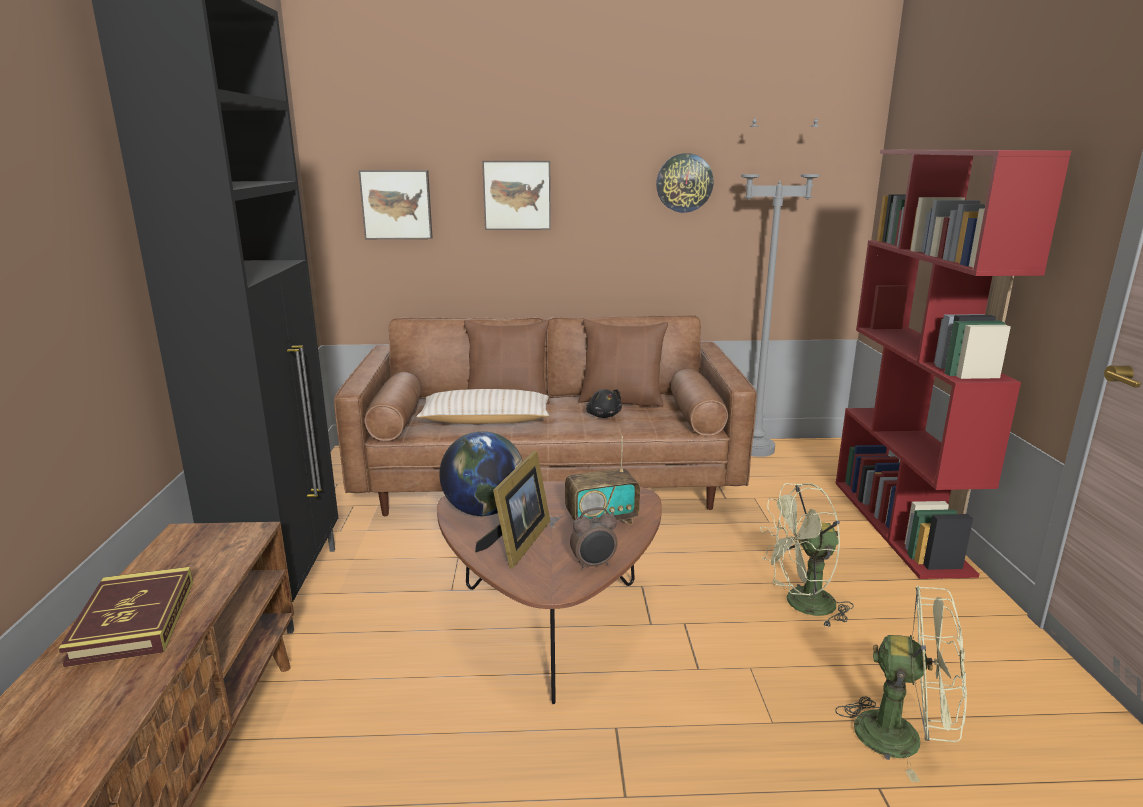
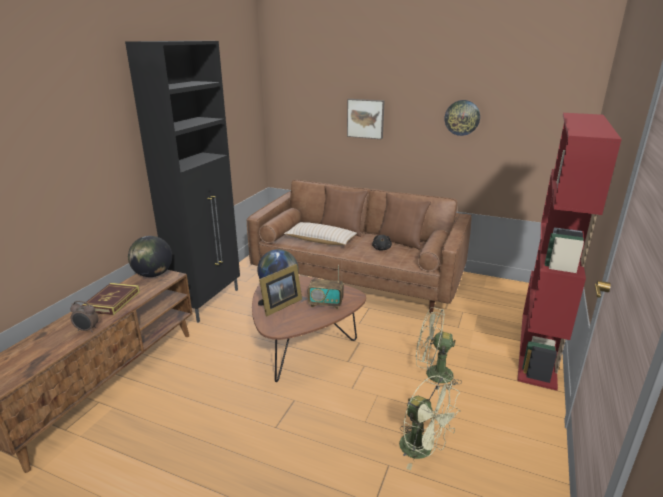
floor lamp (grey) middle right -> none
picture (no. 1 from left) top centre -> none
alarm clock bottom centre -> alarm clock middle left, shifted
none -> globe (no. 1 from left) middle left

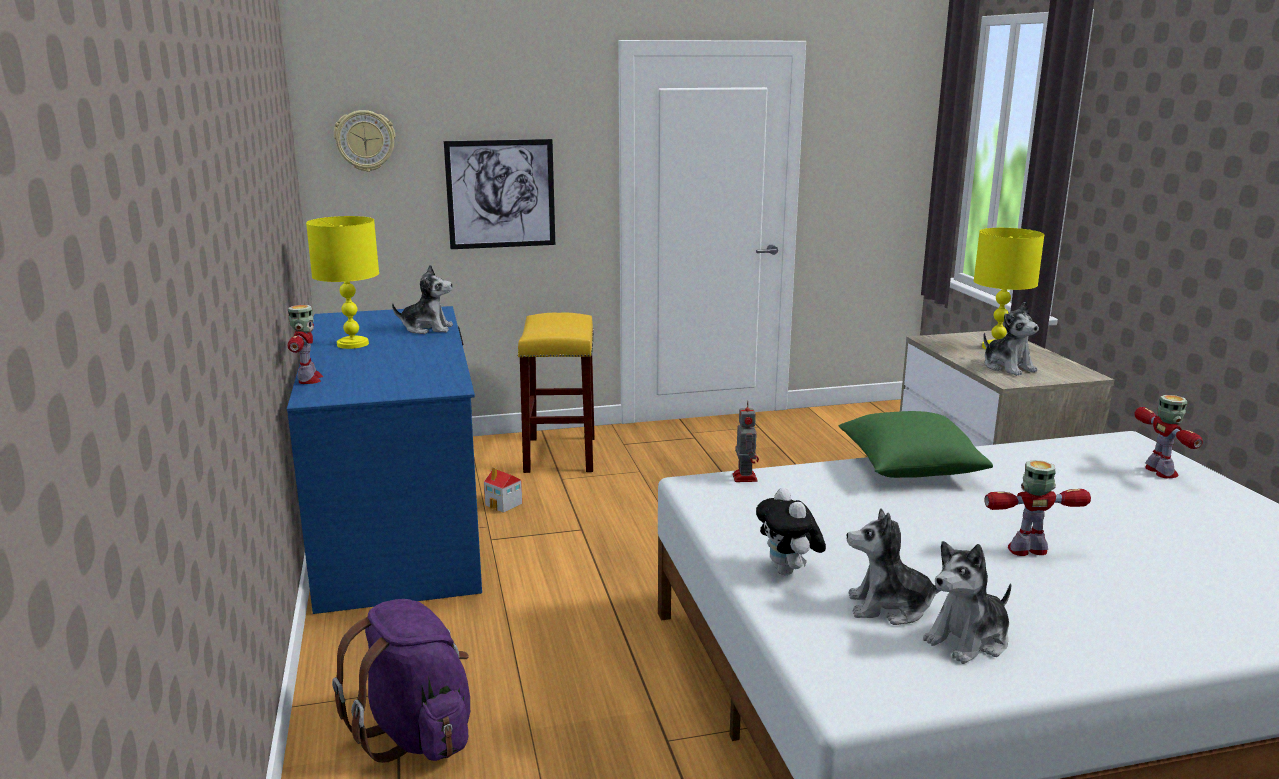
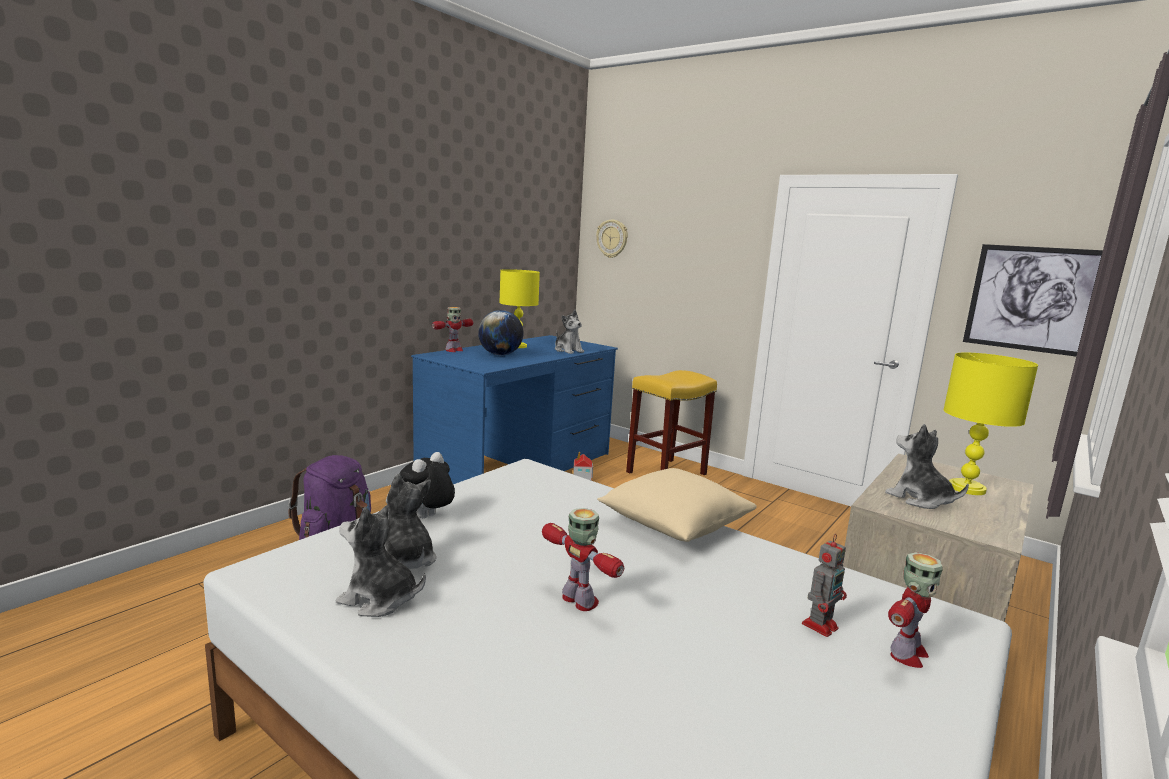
picture top centre -> picture middle right, shifted
plush toy (no. 5 from left) middle right, 120 degrees clockwise
toy robot (no. 2 from left in the first image) centre -> toy robot (no. 3 from left) bottom right, shifted
pillow (green) middle right -> pillow (beige) centre
none -> globe centre

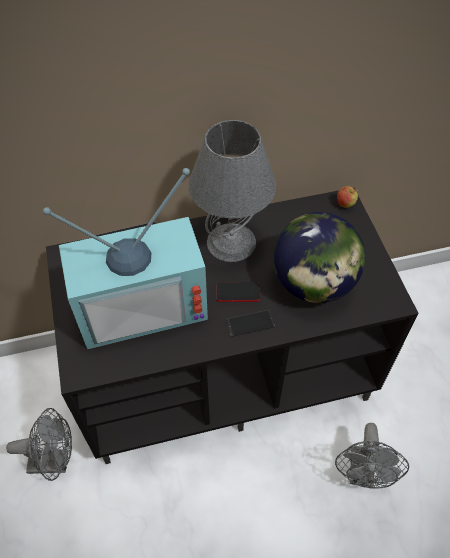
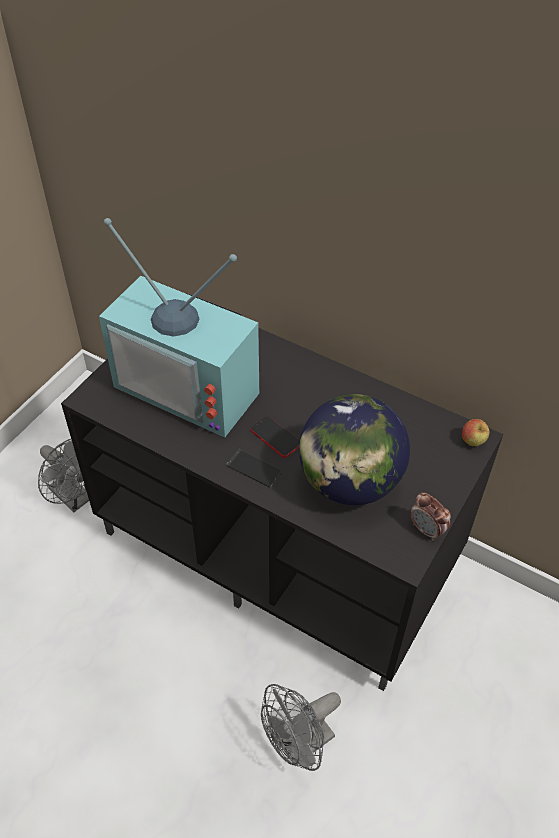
table lamp (grey) centre -> none
none -> alarm clock middle right

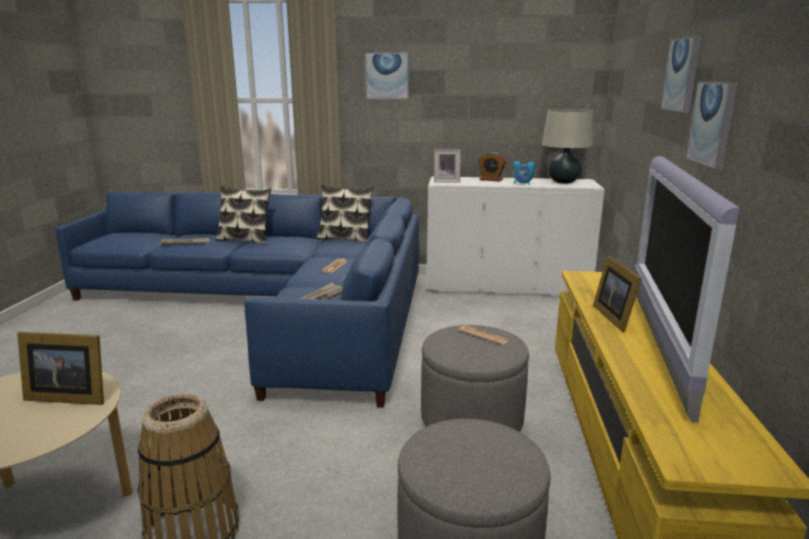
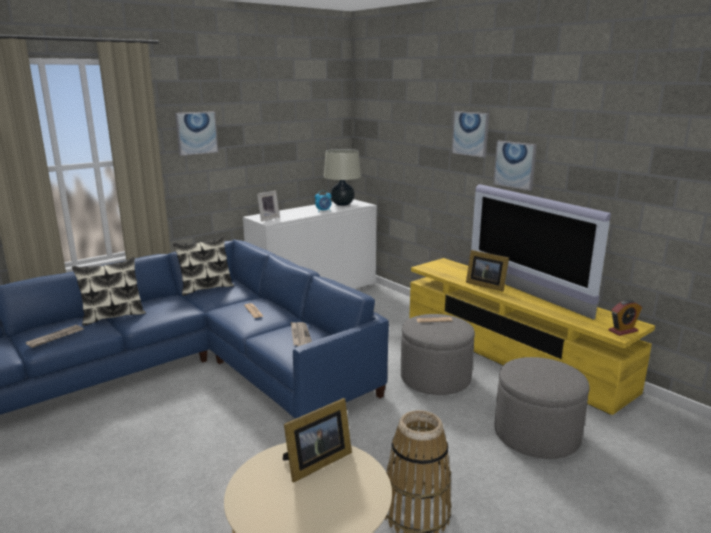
alarm clock (no. 1 from left in the first image) top centre -> alarm clock (no. 2 from left) middle right, shifted

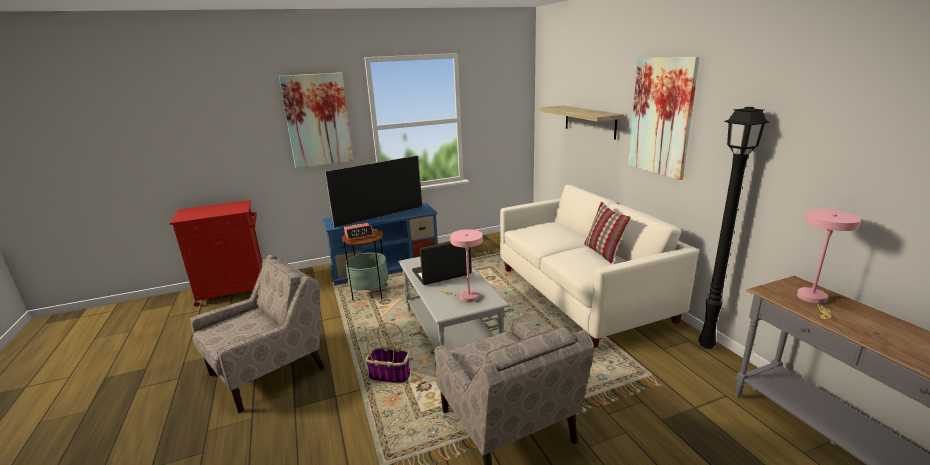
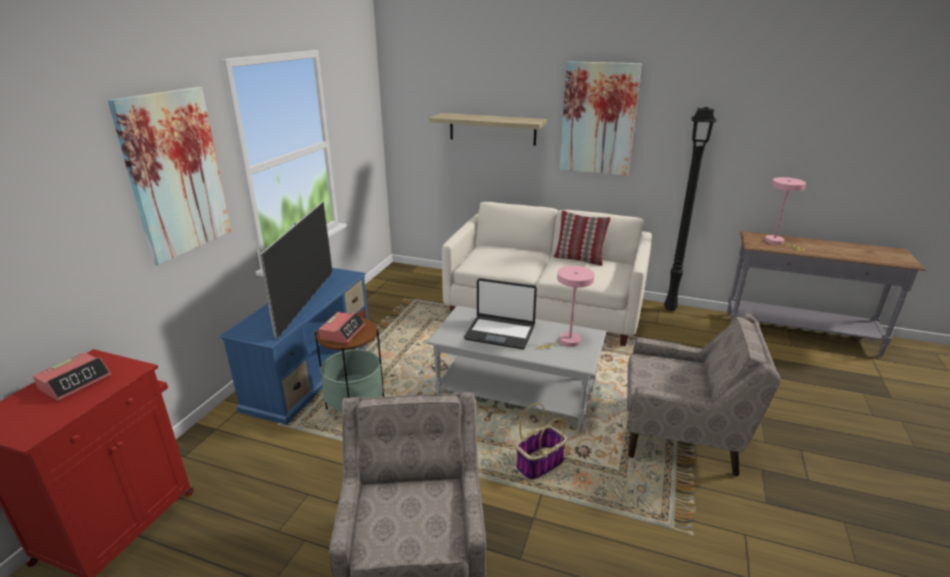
laptop centre, 90 degrees counterclockwise
none -> alarm clock (no. 1 from left) middle left

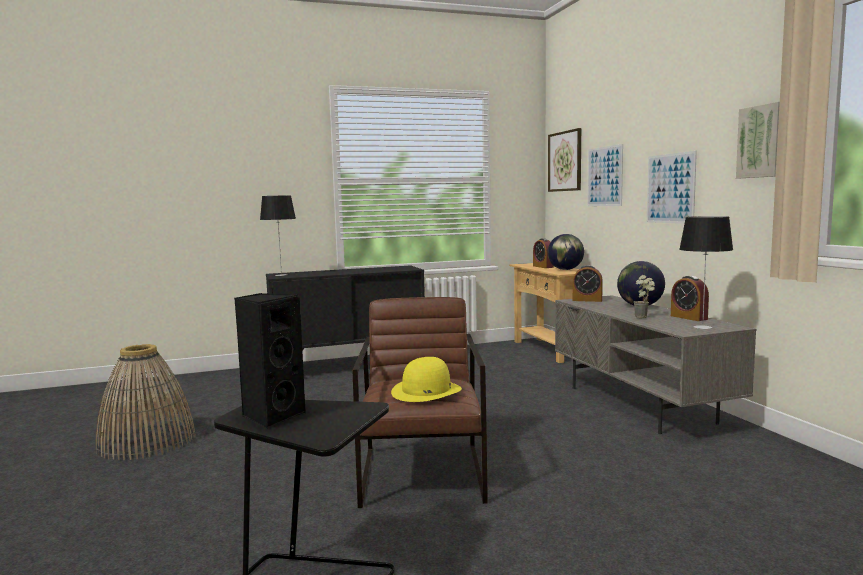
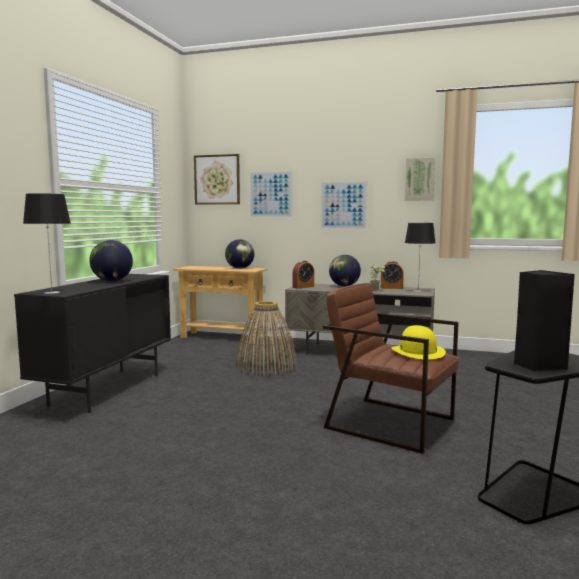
alarm clock (no. 1 from left) centre -> none
basket bottom left -> basket centre, shifted
none -> globe (no. 1 from left) middle left

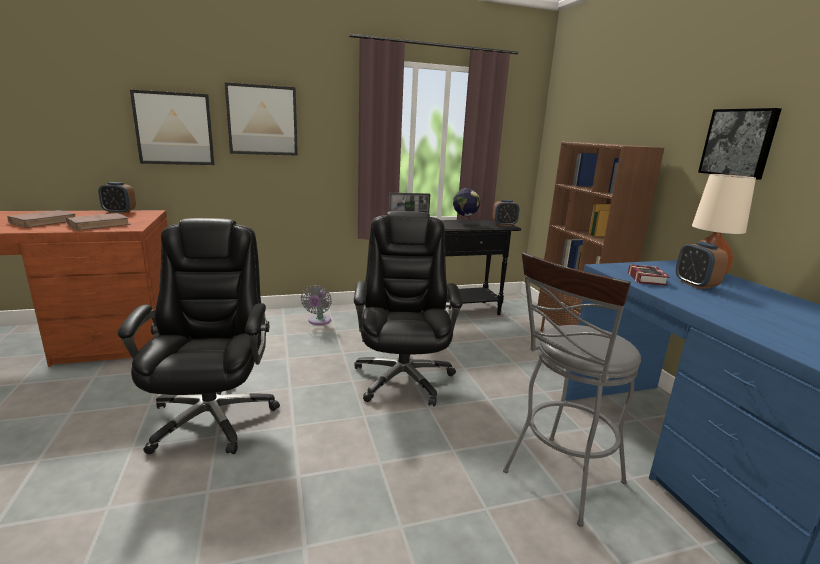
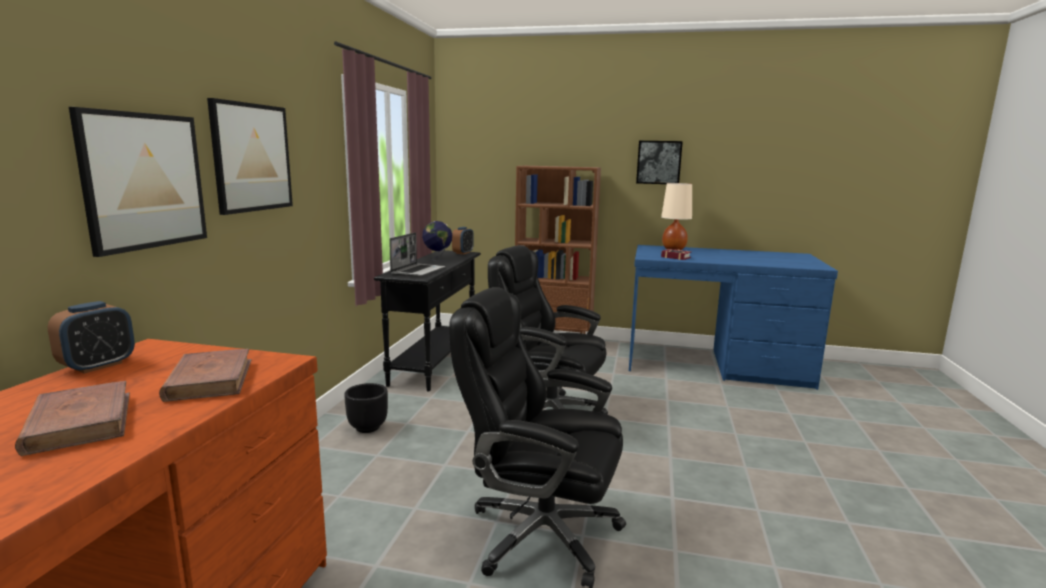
alarm clock (no. 3 from left) middle right -> none
stool (grey) bottom right -> none
fan (grey) centre -> planter (black) bottom centre

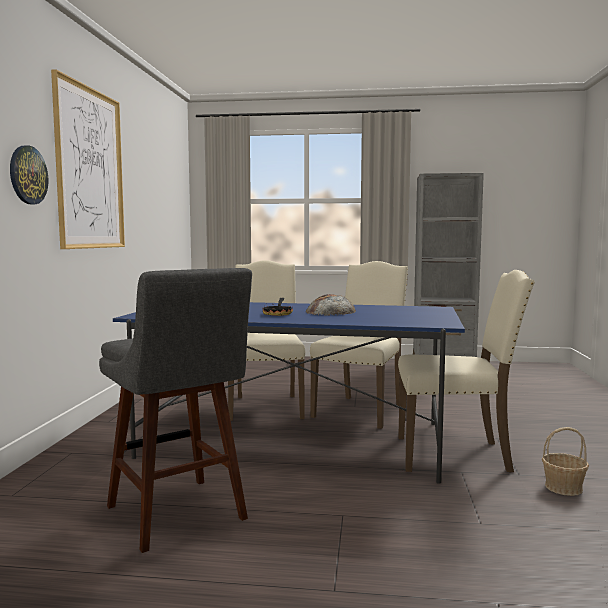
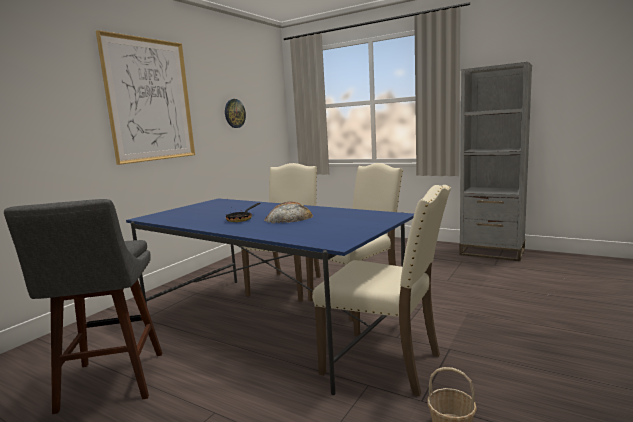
wall clock top left -> wall clock top centre, shifted

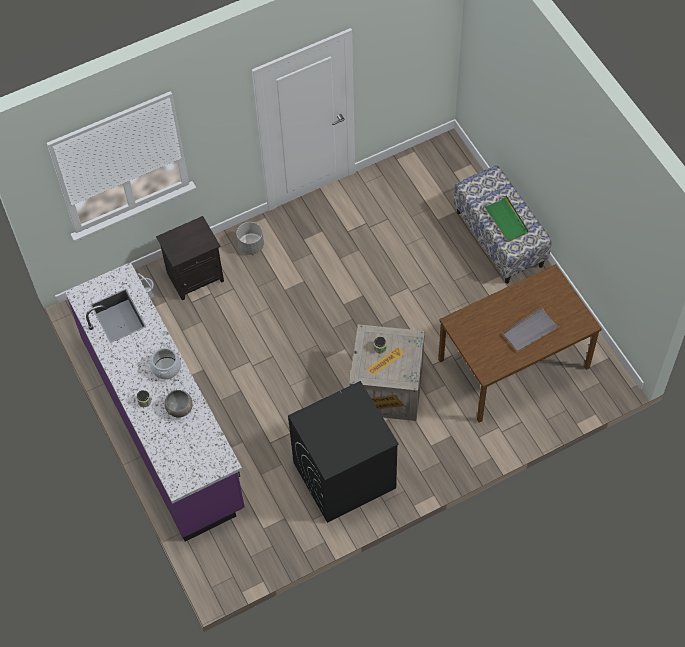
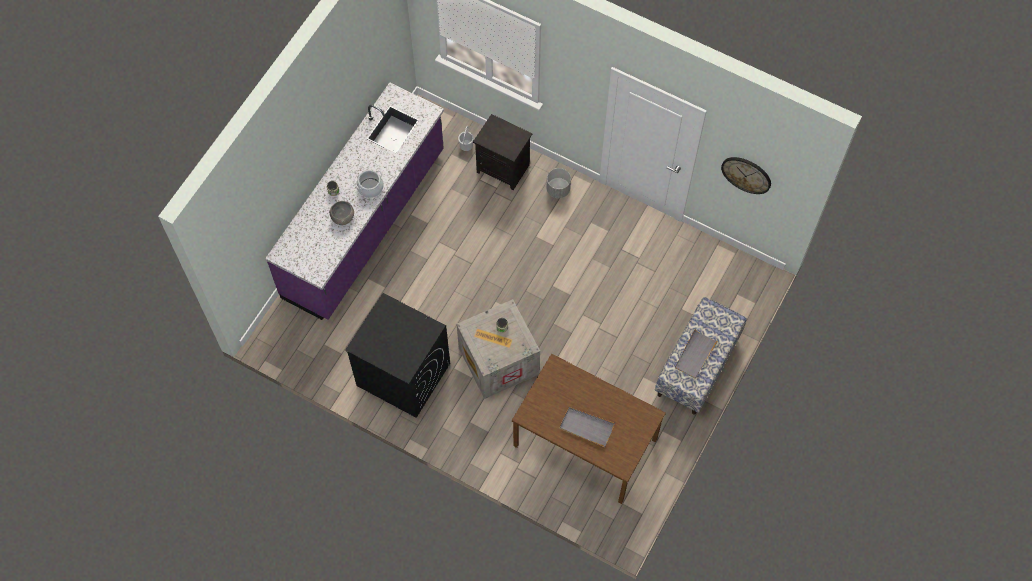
tray (green) middle right -> tray (grey) (no. 2 from left) middle right
none -> wall clock top right

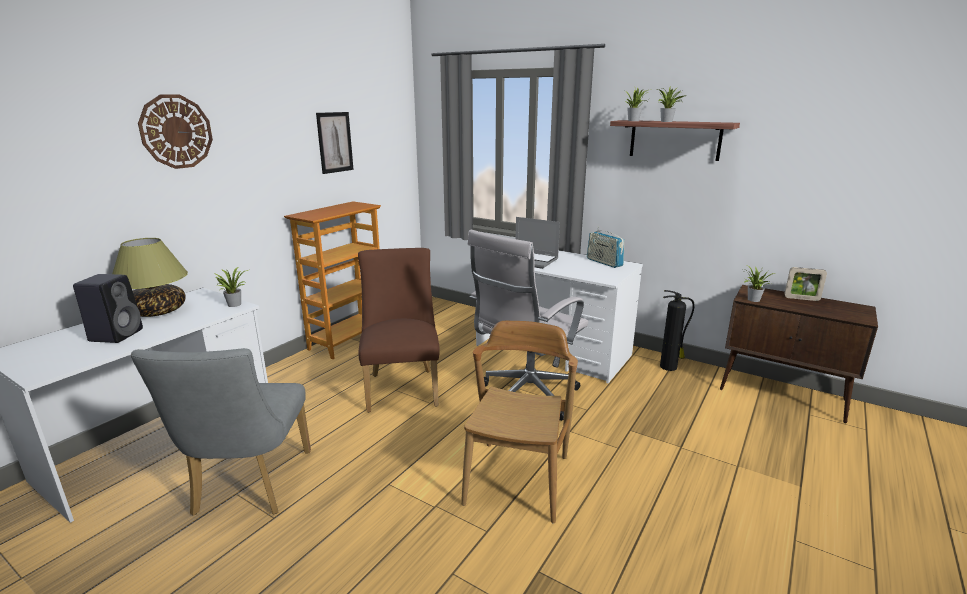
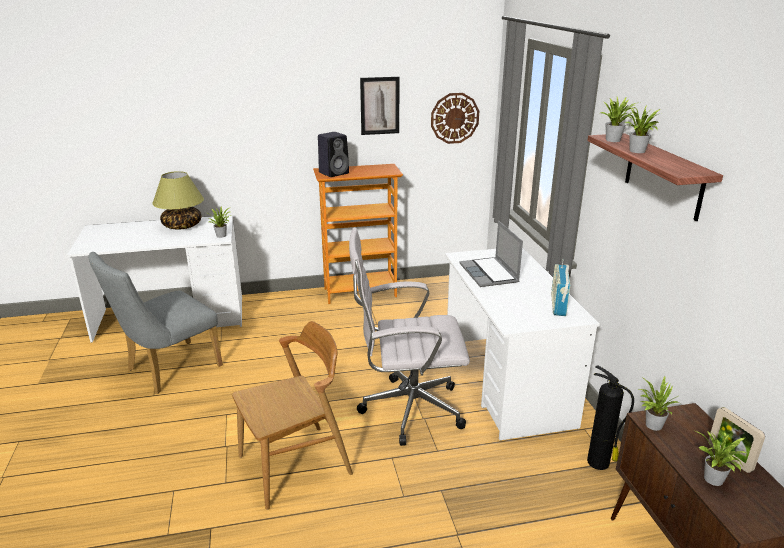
wall clock top left -> wall clock top centre, shifted
chair (brown) (no. 1 from left) centre -> none
speaker (black) middle left -> speaker (black) top centre, shifted
none -> potted plant (no. 5 from left) bottom right

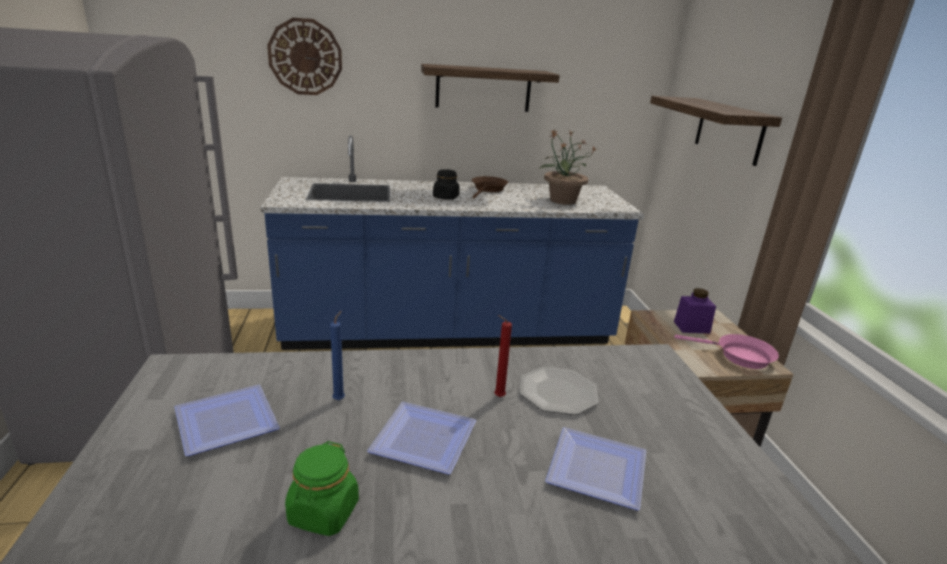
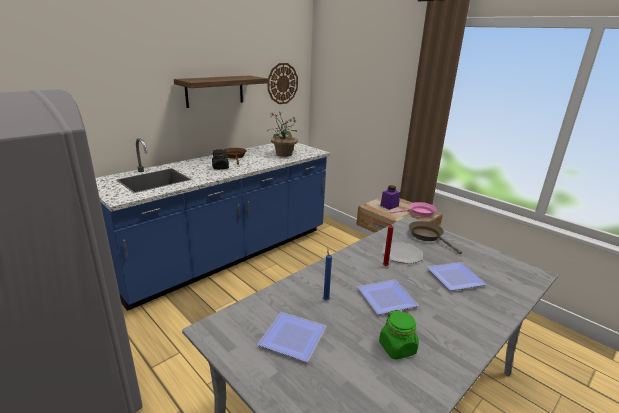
wall clock top left -> wall clock top centre, shifted
shelf (no. 2 from left) top right -> none
none -> frying pan (brown) (no. 2 from left) middle right

